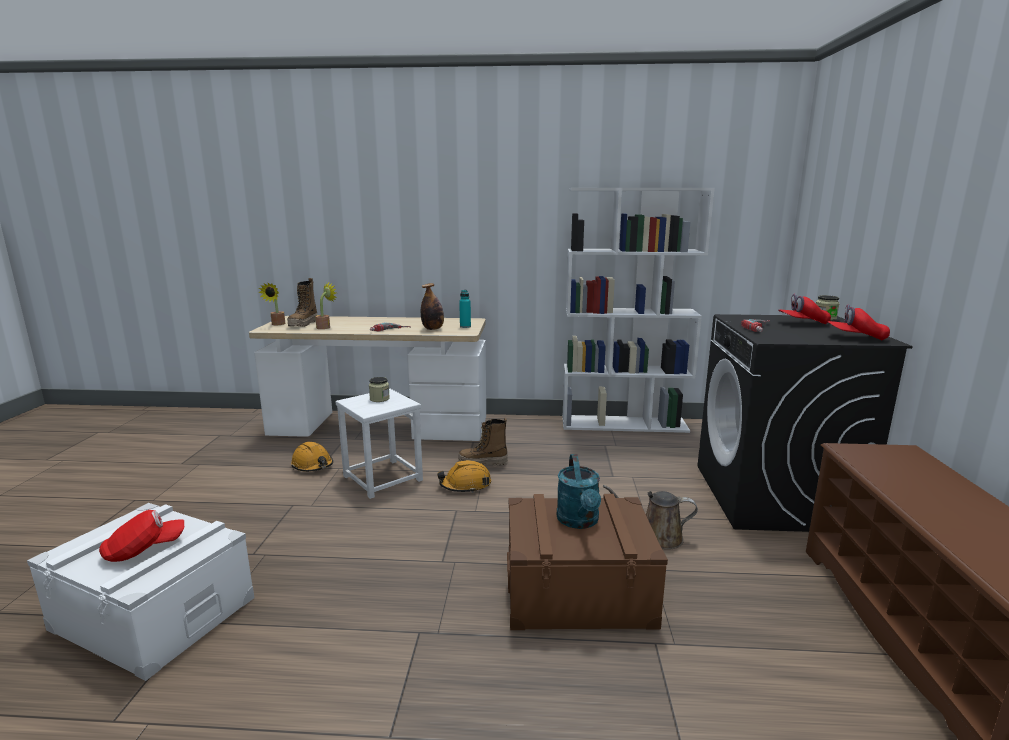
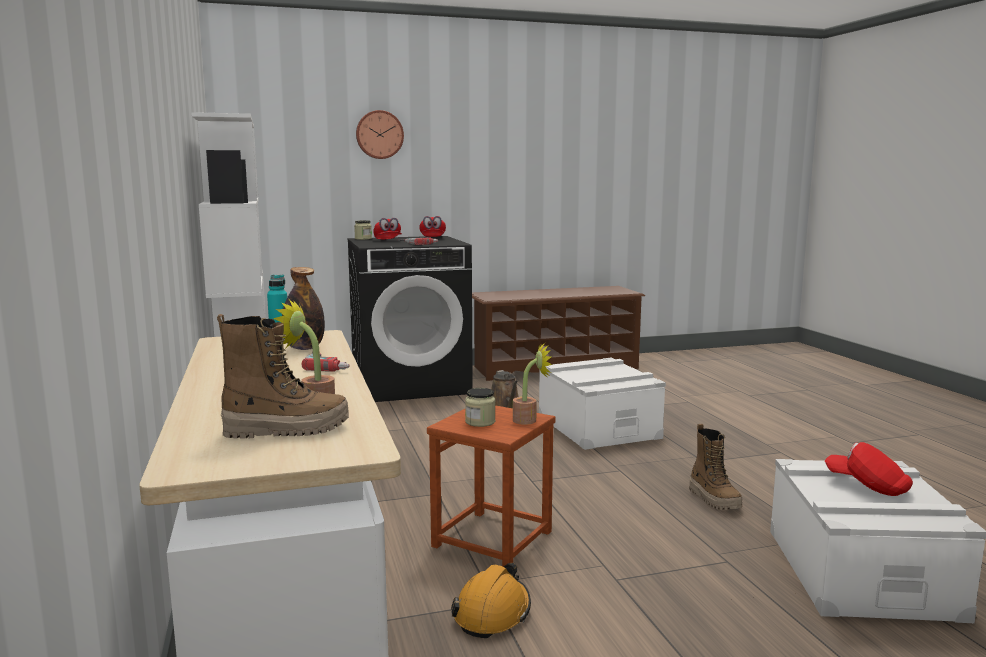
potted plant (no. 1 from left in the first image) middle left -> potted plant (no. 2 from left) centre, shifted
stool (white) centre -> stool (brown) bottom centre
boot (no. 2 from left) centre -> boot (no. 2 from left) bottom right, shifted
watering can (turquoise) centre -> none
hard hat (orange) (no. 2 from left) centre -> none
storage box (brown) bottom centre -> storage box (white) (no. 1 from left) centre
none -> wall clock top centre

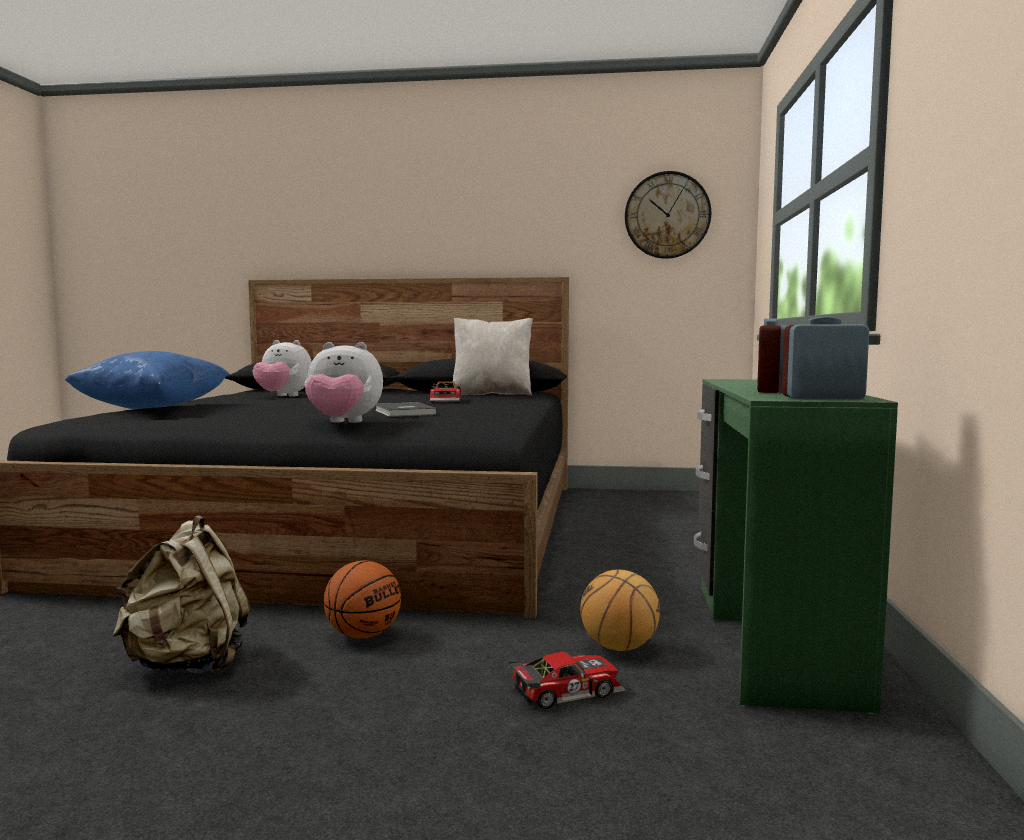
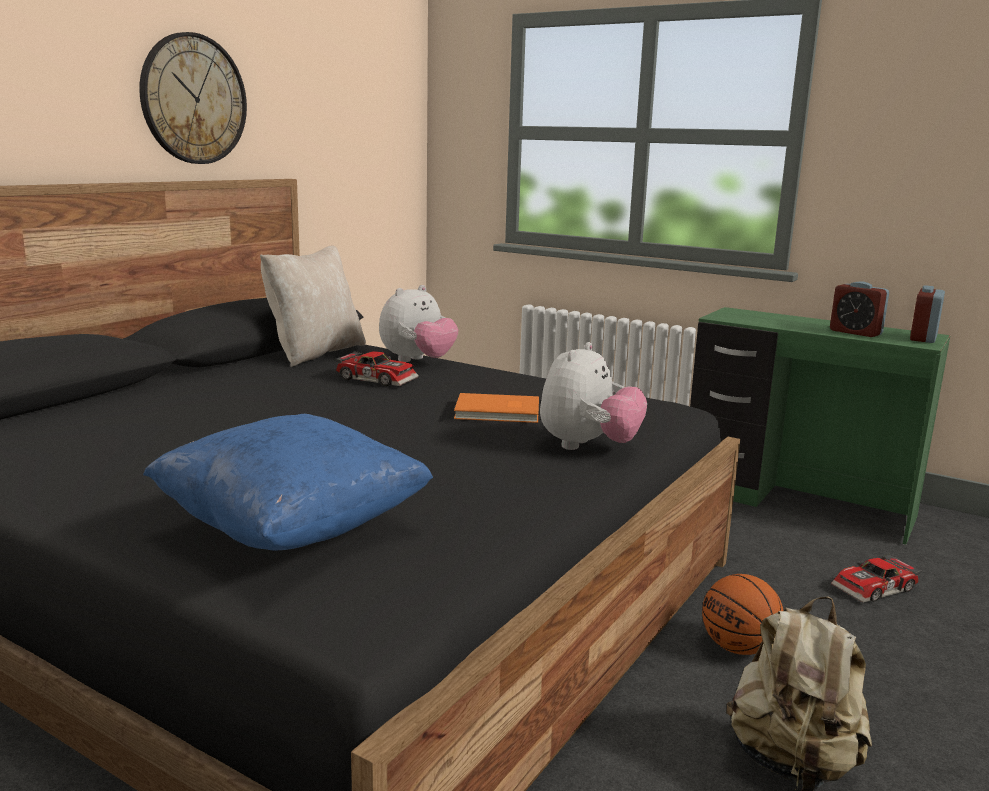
wall clock top centre -> wall clock top left, shifted
plush toy (no. 1 from left) middle left -> plush toy (no. 1 from left) centre, shifted
book (grey) centre -> book (orange) centre
basketball (no. 2 from left) bottom centre -> none
toy car (no. 2 from left) bottom centre -> toy car (no. 2 from left) bottom right, 120 degrees counterclockwise

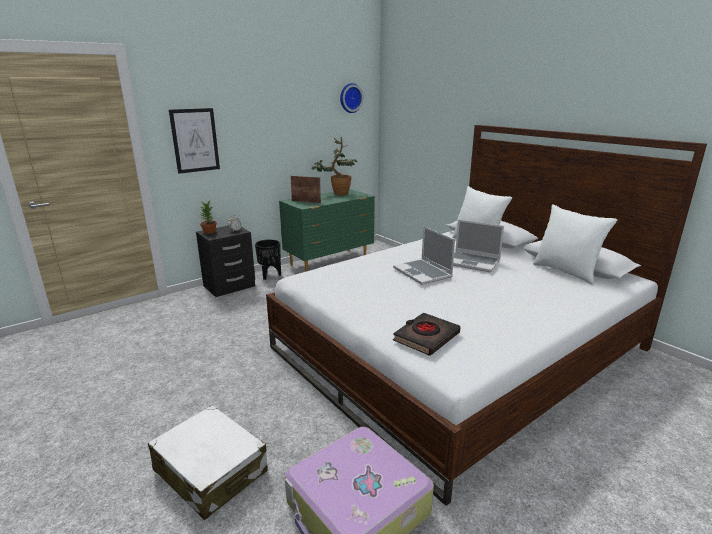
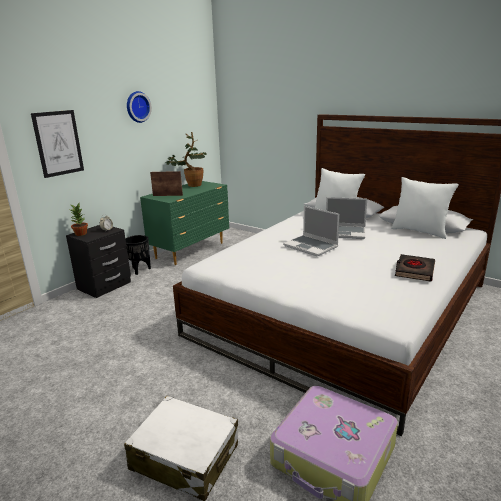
wall clock top centre -> wall clock top left, shifted
book (black) centre -> book (black) middle right, shifted

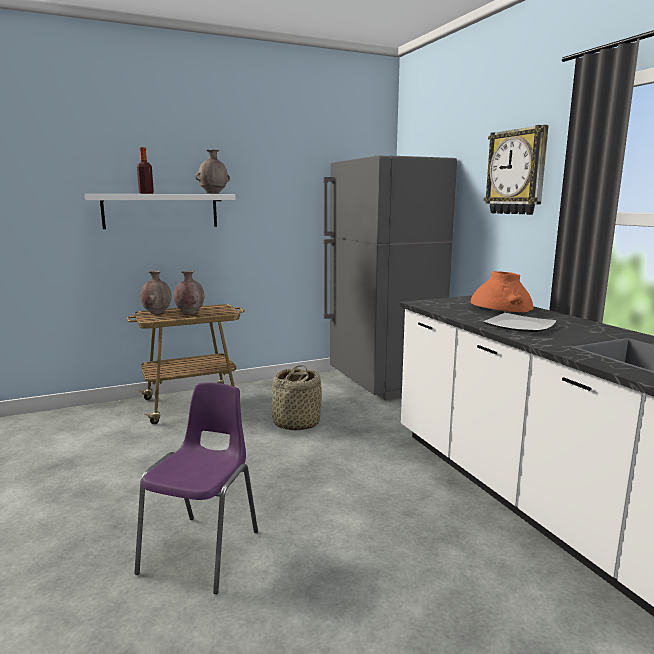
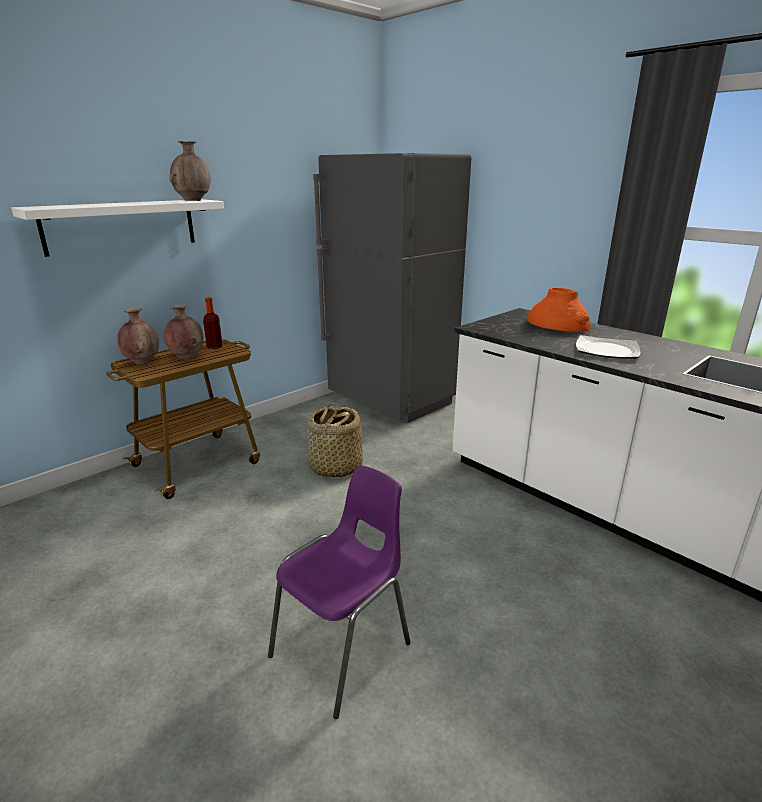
wall clock top right -> none
bottle top left -> bottle middle left, shifted
chair (purple) bottom left -> chair (purple) bottom centre, 45 degrees clockwise

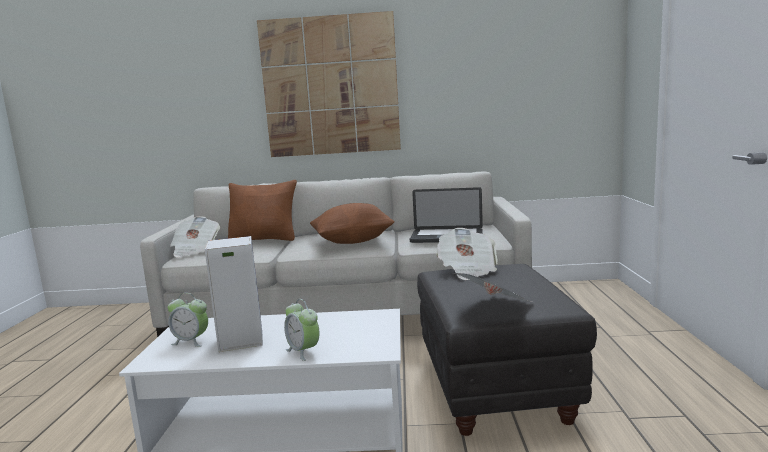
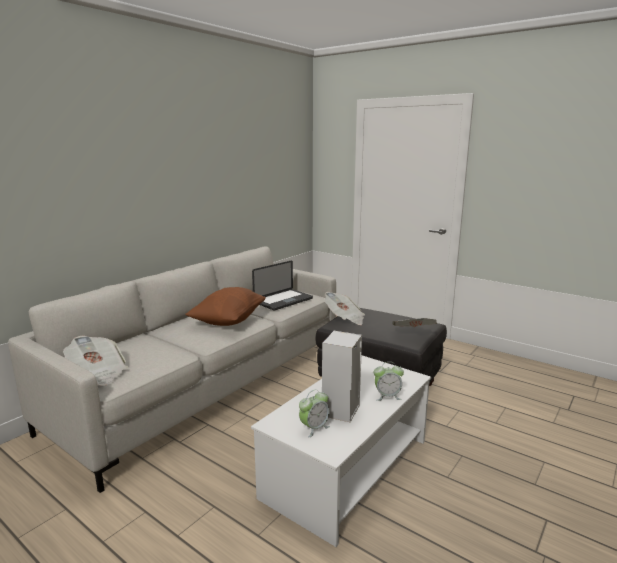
picture top centre -> none
pillow (brown) (no. 1 from left) centre -> none

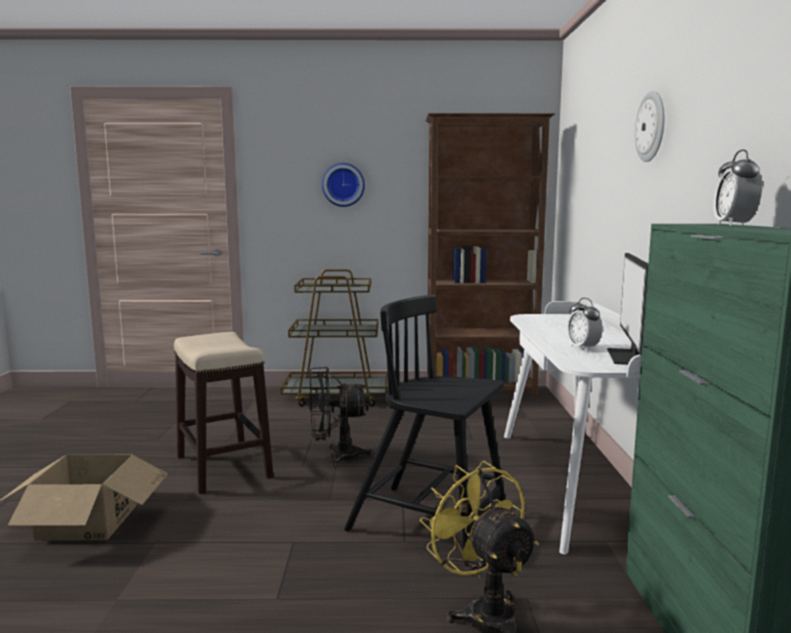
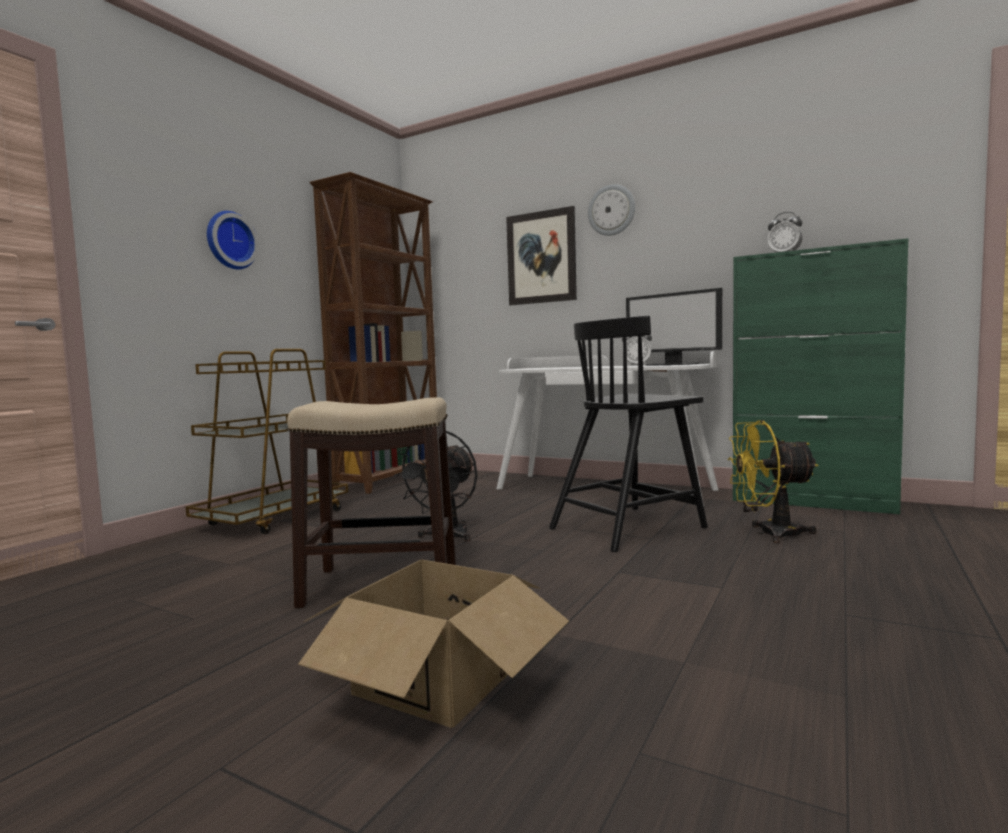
none -> picture top centre

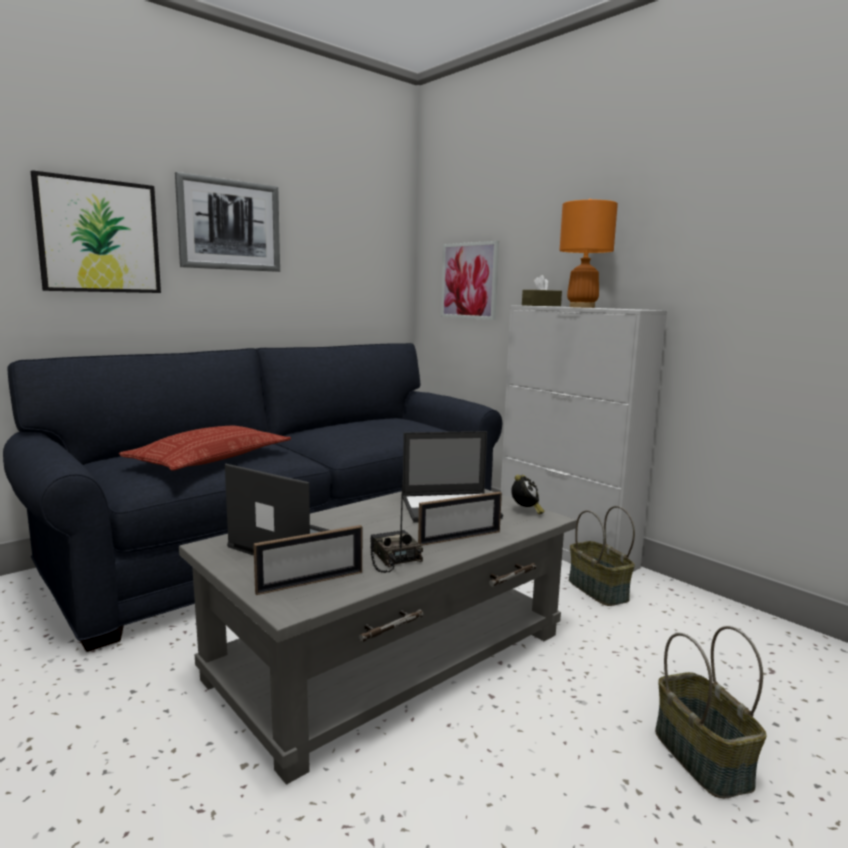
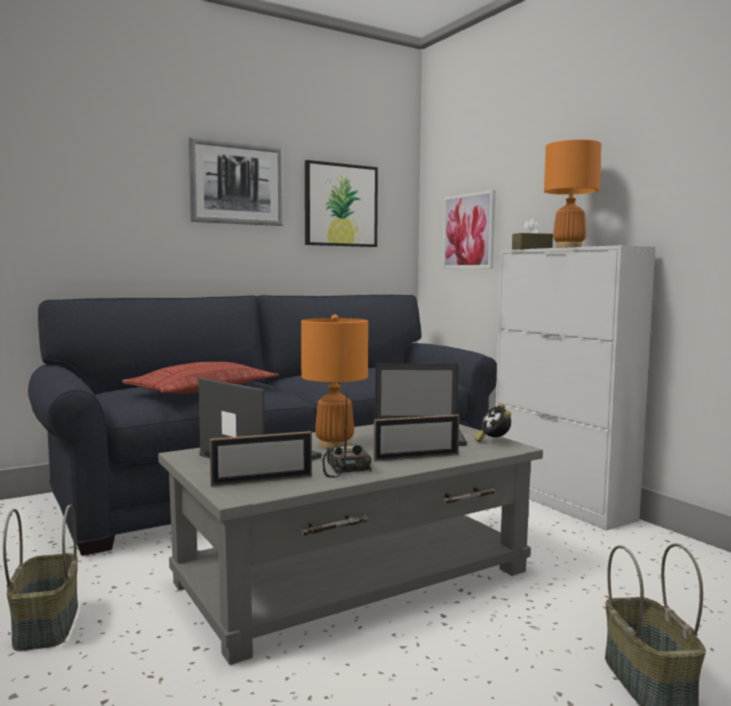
picture (no. 1 from left in the first image) top left -> picture (no. 2 from left) top centre, shifted
alarm clock centre -> alarm clock middle right, 135 degrees clockwise
basket (no. 1 from left) middle right -> basket (no. 1 from left) bottom left, shifted
none -> table lamp (orange) (no. 1 from left) centre

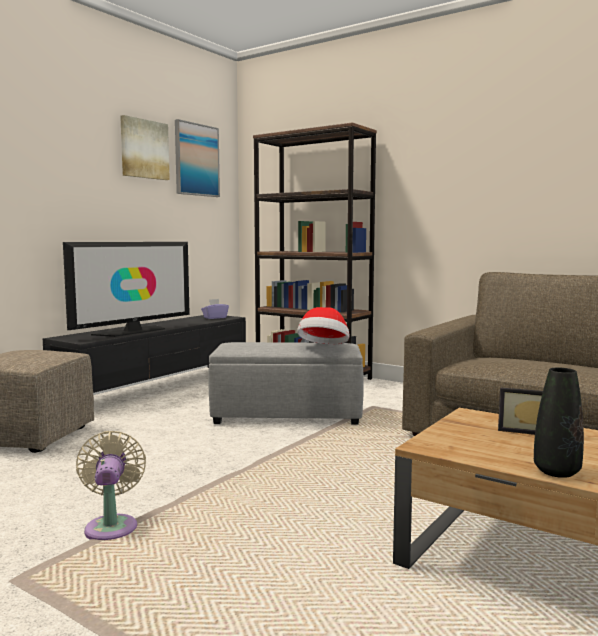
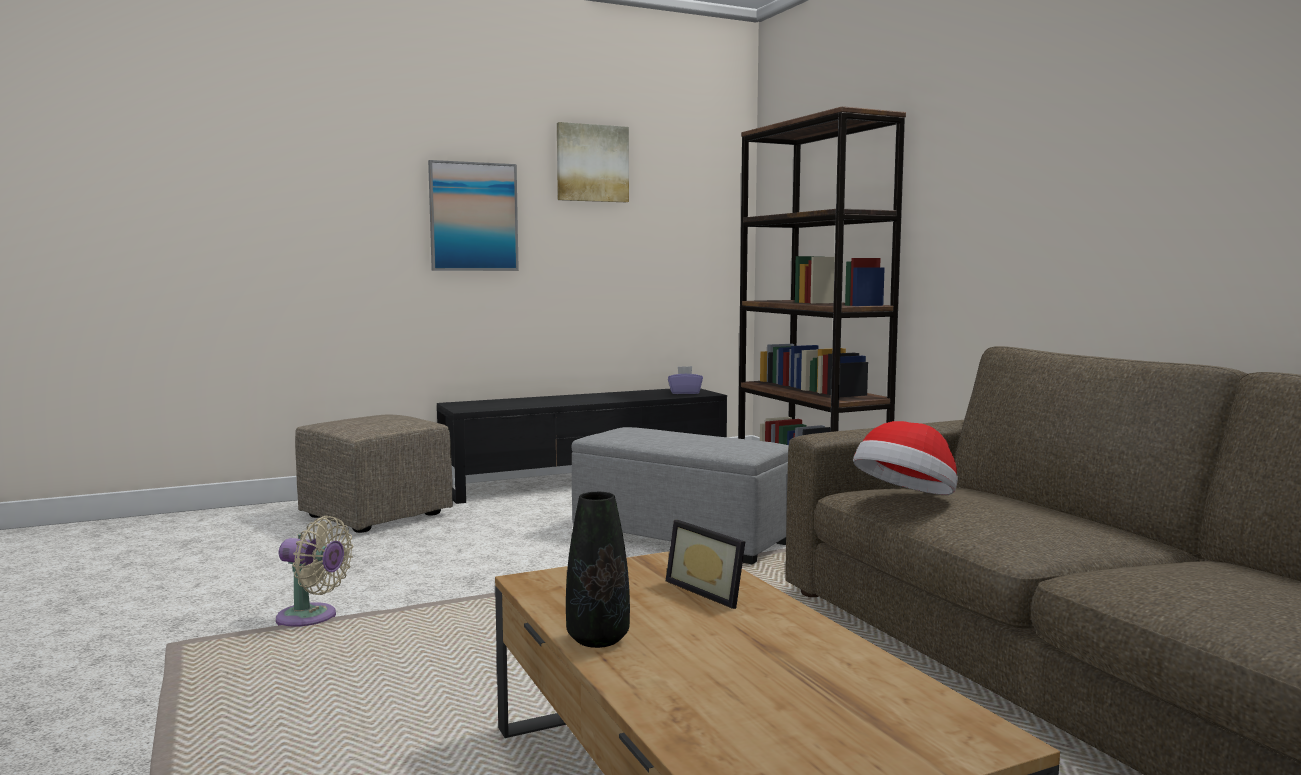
picture (no. 2 from left in the first image) top left -> picture (no. 1 from left) top centre, shifted
television middle left -> none
hat centre -> hat middle right, shifted
fan (beige) bottom left, 90 degrees clockwise

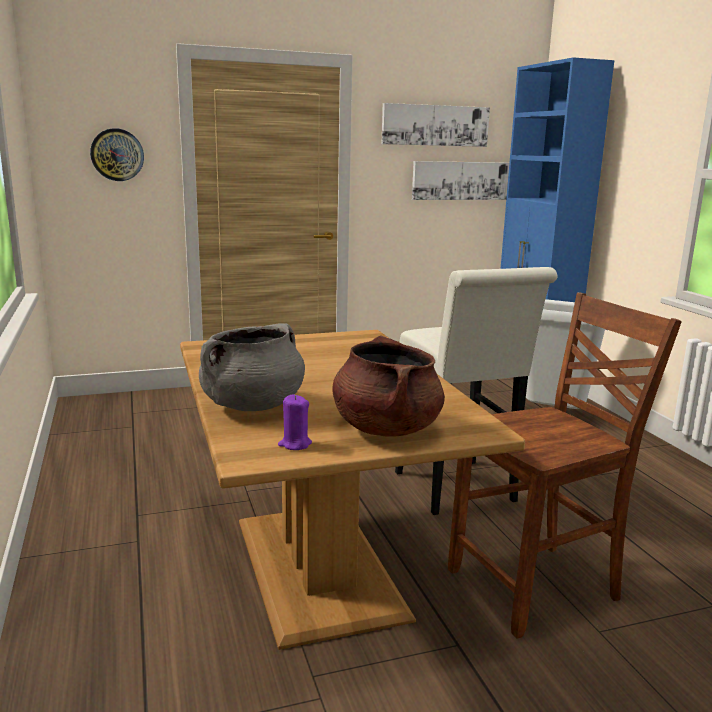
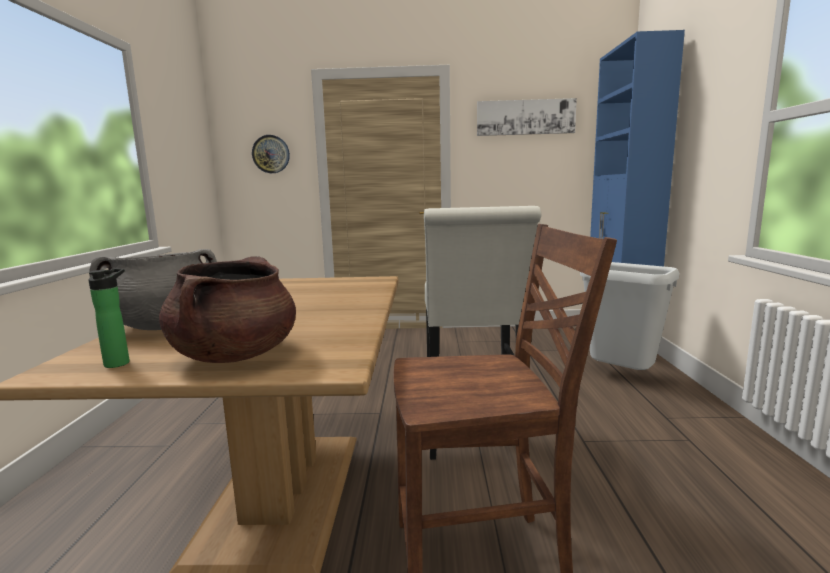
picture (no. 2 from left) top centre -> none
candle (purple) centre -> bottle middle left

